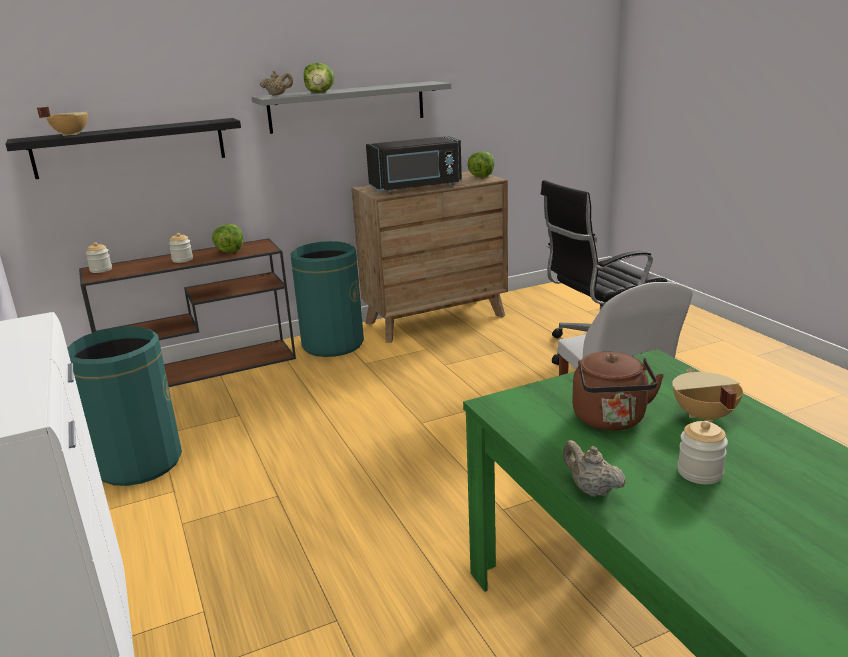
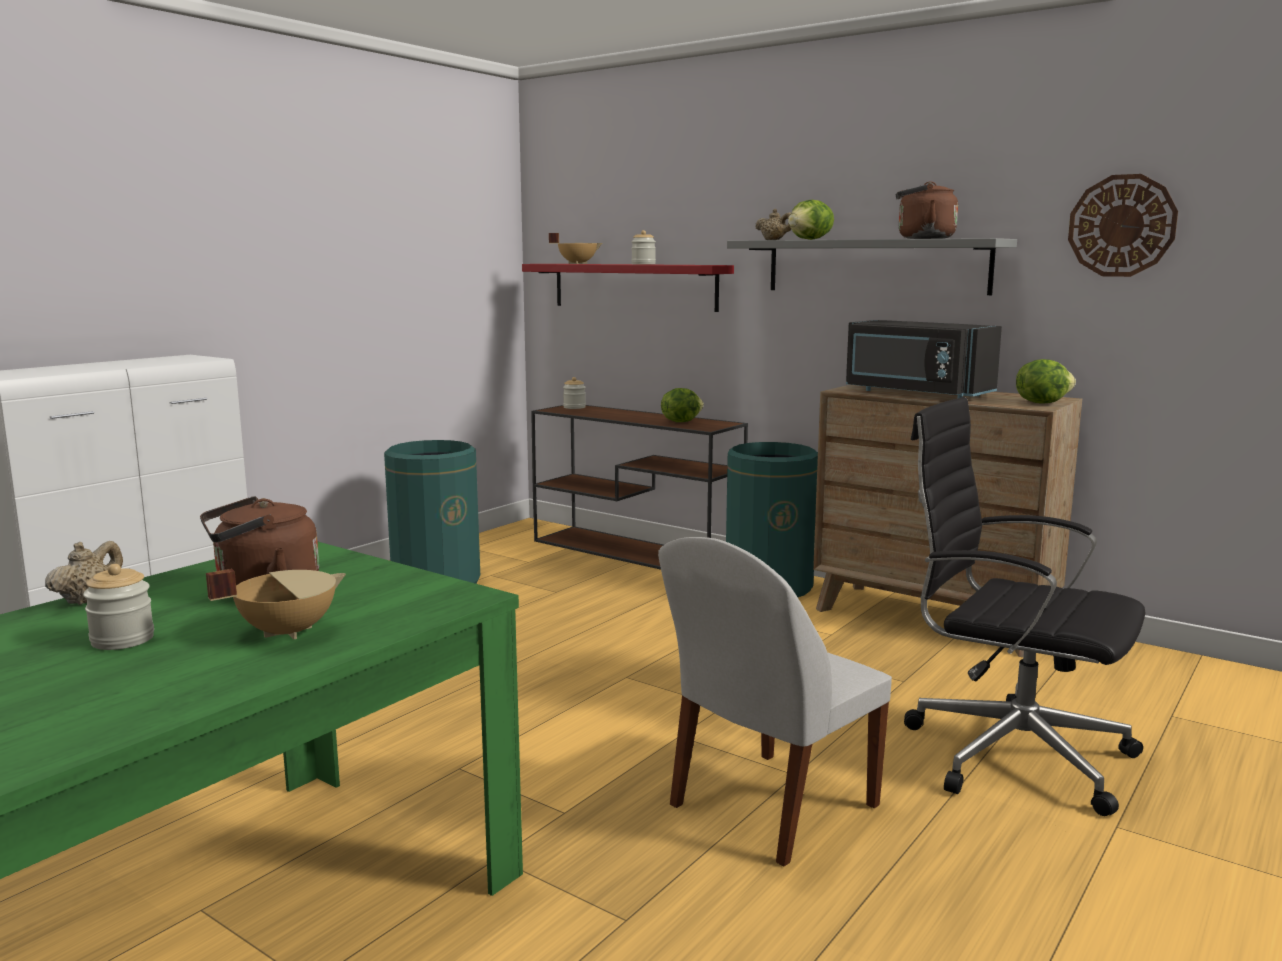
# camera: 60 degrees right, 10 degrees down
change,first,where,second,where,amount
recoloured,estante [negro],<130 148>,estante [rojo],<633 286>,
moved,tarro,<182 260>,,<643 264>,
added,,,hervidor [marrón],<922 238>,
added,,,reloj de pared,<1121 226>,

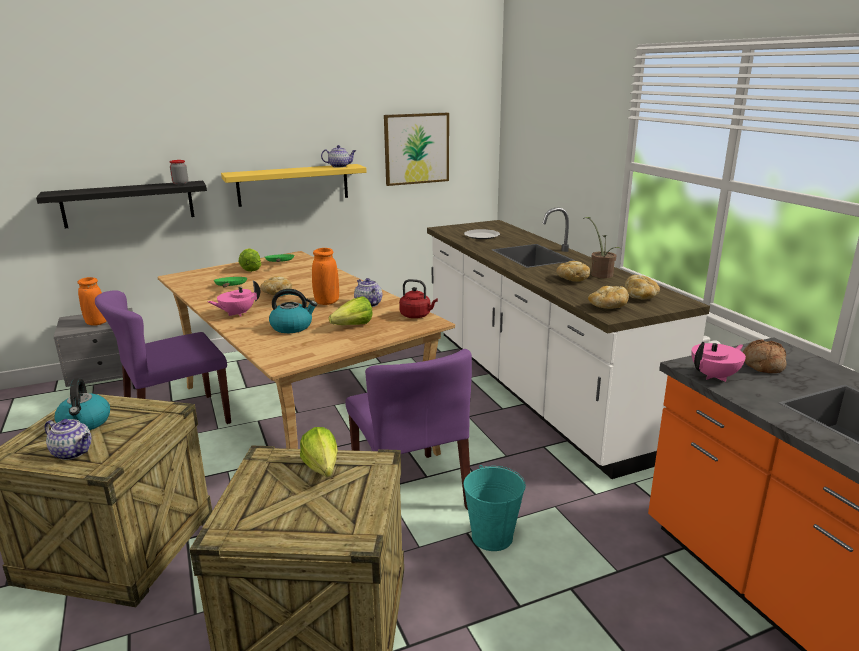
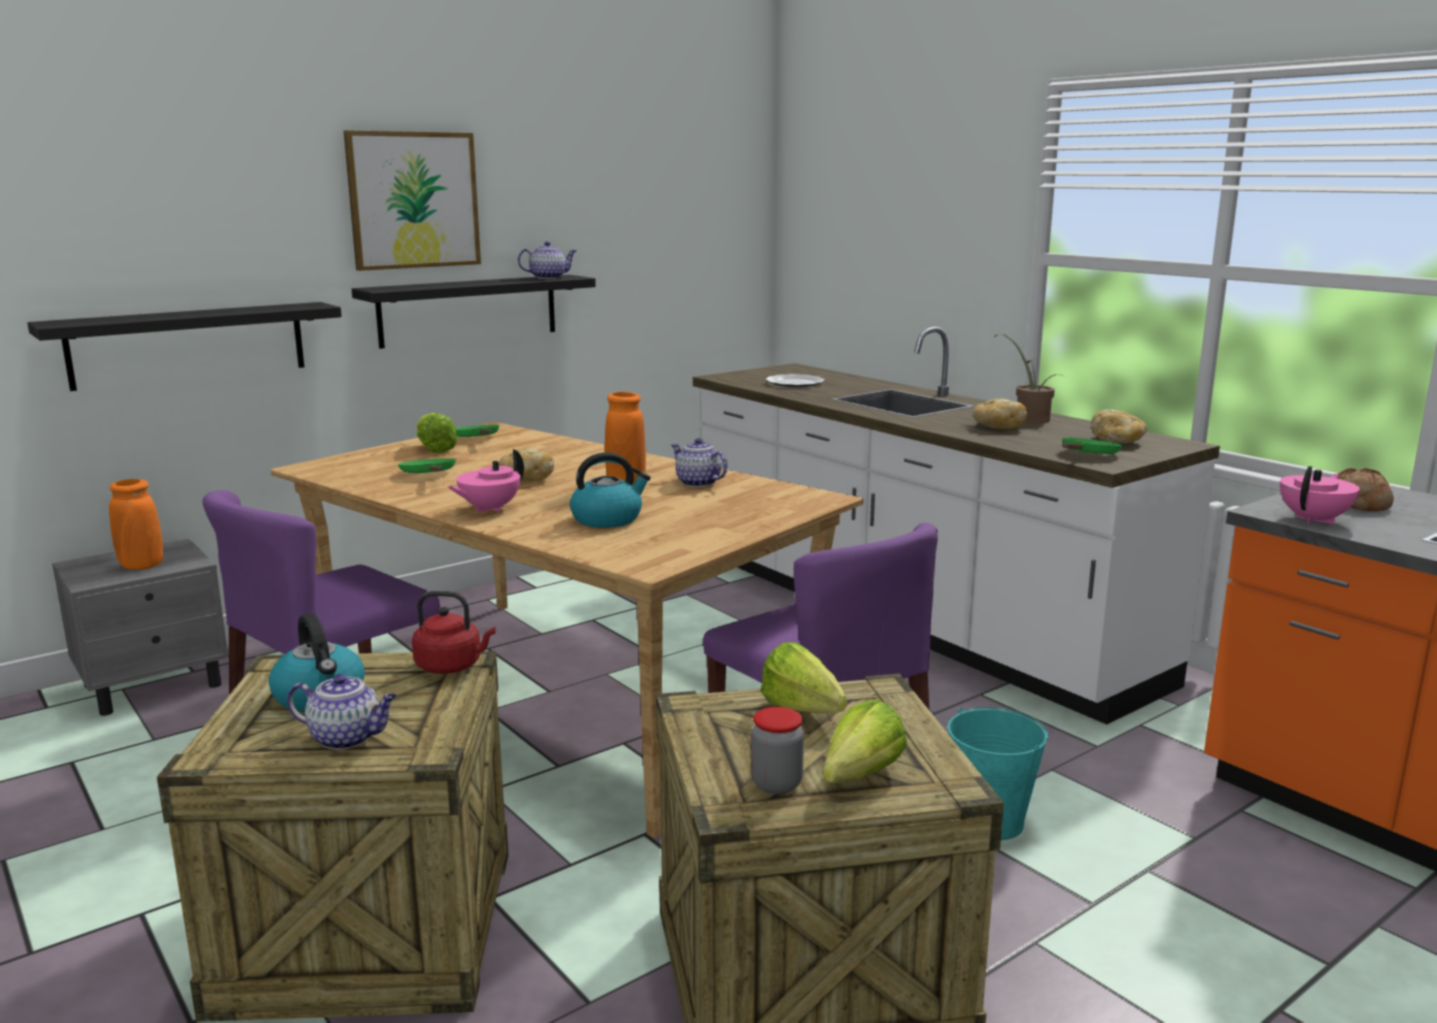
# camera: 15 degrees left, 5 degrees down
change,first,where,second,where,amount
moved,tarro,<180 183>,,<776 784>,
recoloured,estante [amarillo],<293 185>,estante [negro],<469 310>,
moved,lechuga,<349 327>,,<854 780>,
moved,cuadro,<416 148>,,<413 200>,
moved,hervidor [rojo],<417 315>,,<452 666>,
replaced,pan,<608 307>,sartén [verde],<1088 455>,

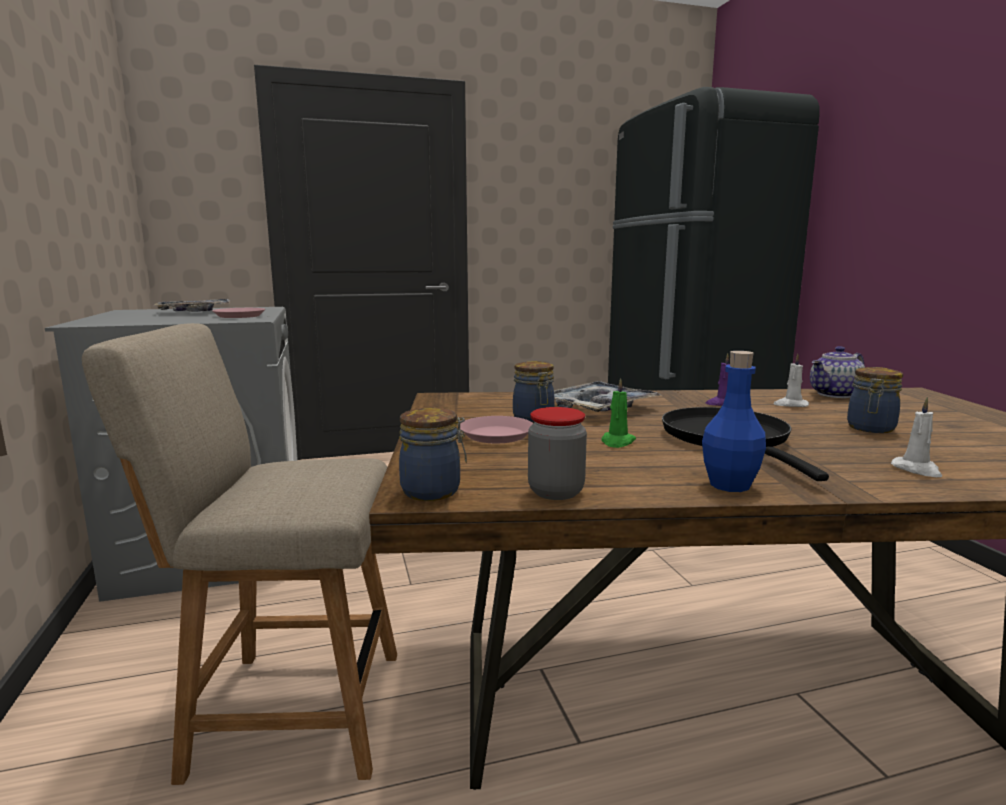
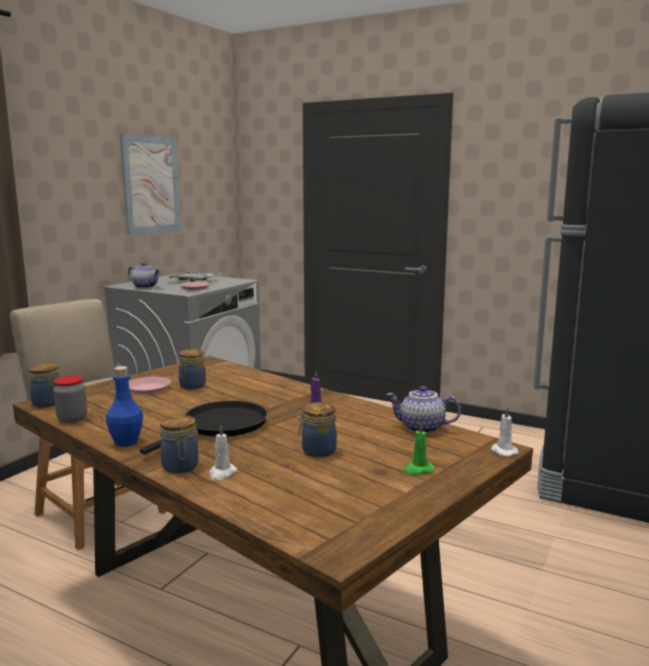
# camera: 45 degrees right, 0 degrees up
change,first,where,second,where,amount
removed,bandeja,<597 407>,,,
moved,vela [verde],<617 442>,,<418 470>,
moved,vela [blanco],<790 405>,,<503 451>,
added,,,cuadro,<151 185>,
added,,,tetera,<145 287>,
added,,,tarro,<180 467>,

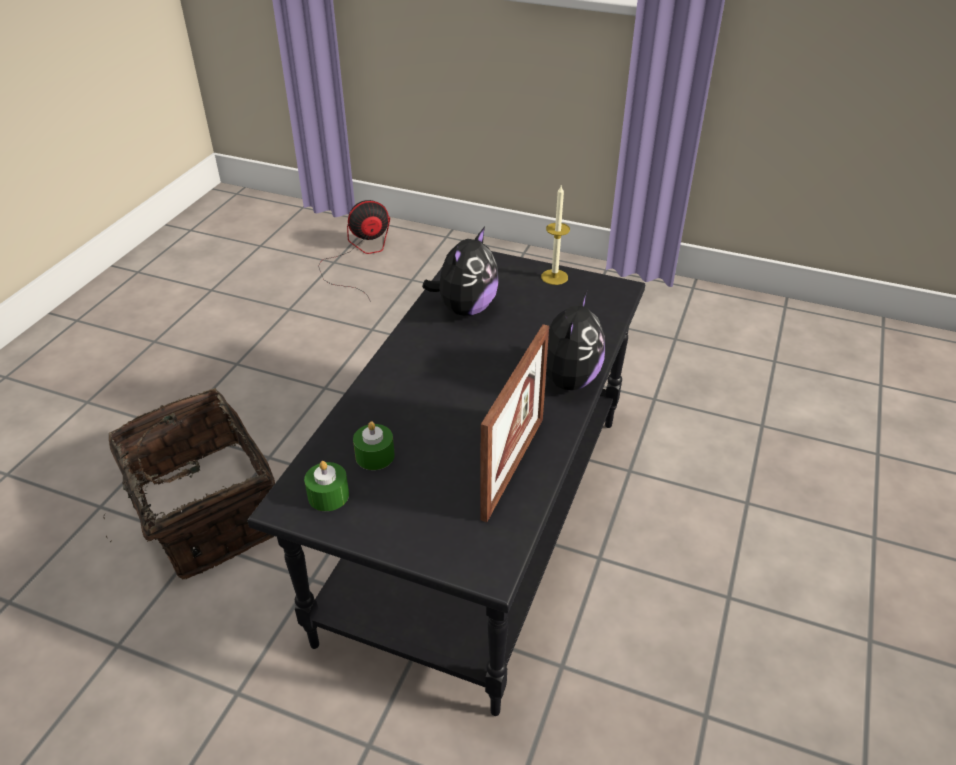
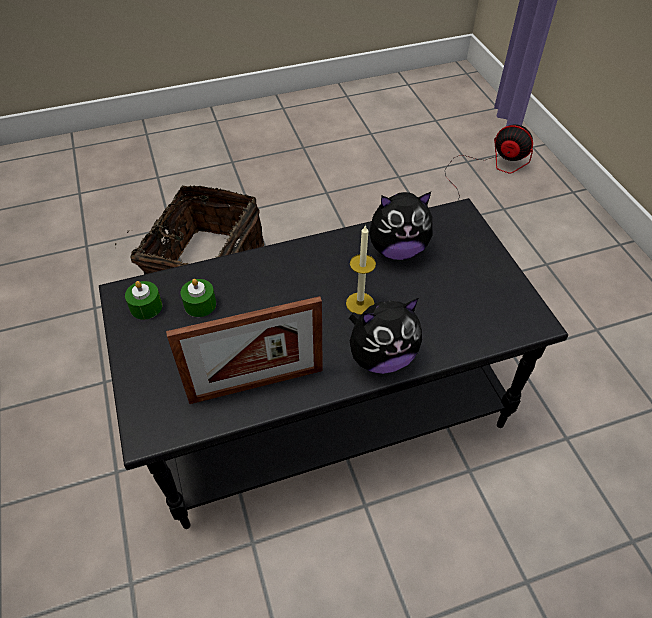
# camera: 50 degrees right, 10 degrees up
change,first,where,second,where,amount
moved,vela,<554 277>,,<360 303>,

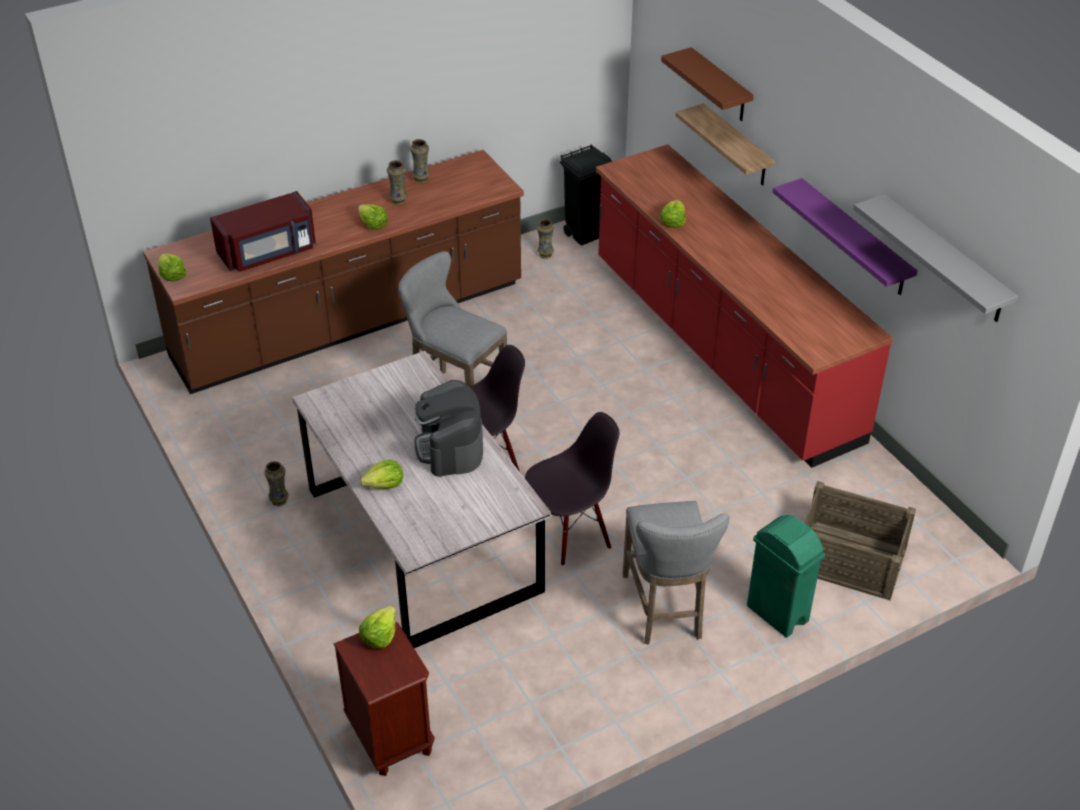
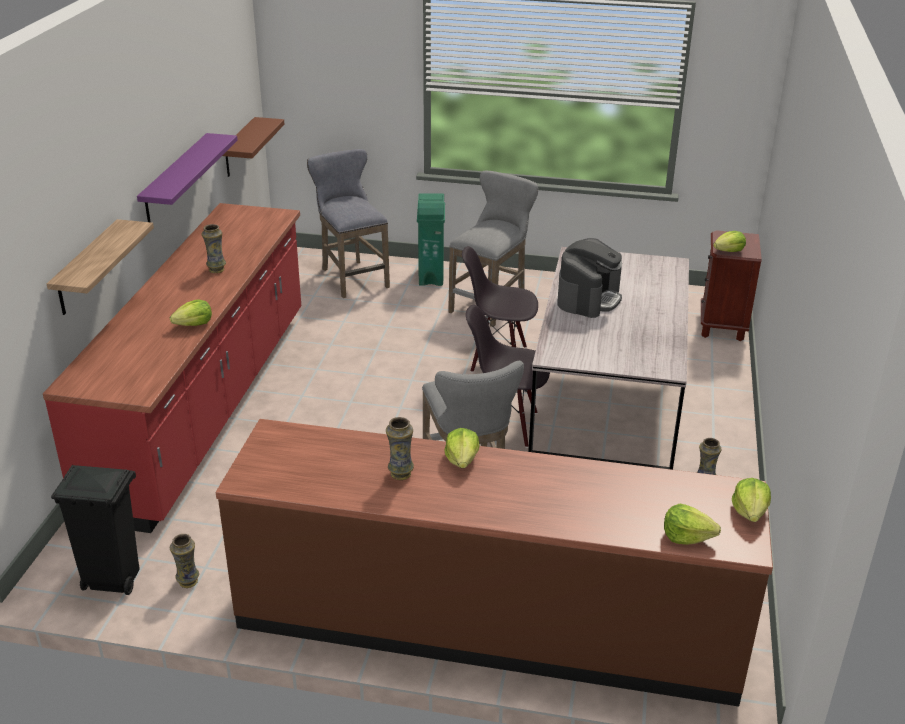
# camera: 140 degrees left, 10 degrees down
change,first,where,second,where,amount
removed,microondas [rojo],<268 253>,,,
moved,lechuga,<384 485>,,<687 536>,
moved,florero,<421 179>,,<216 269>,
moved,estante [marrón],<720 86>,,<239 148>,
replaced,caja de embalaje,<849 558>,taburete [gris],<351 277>,
removed,estante [gris],<944 259>,,,

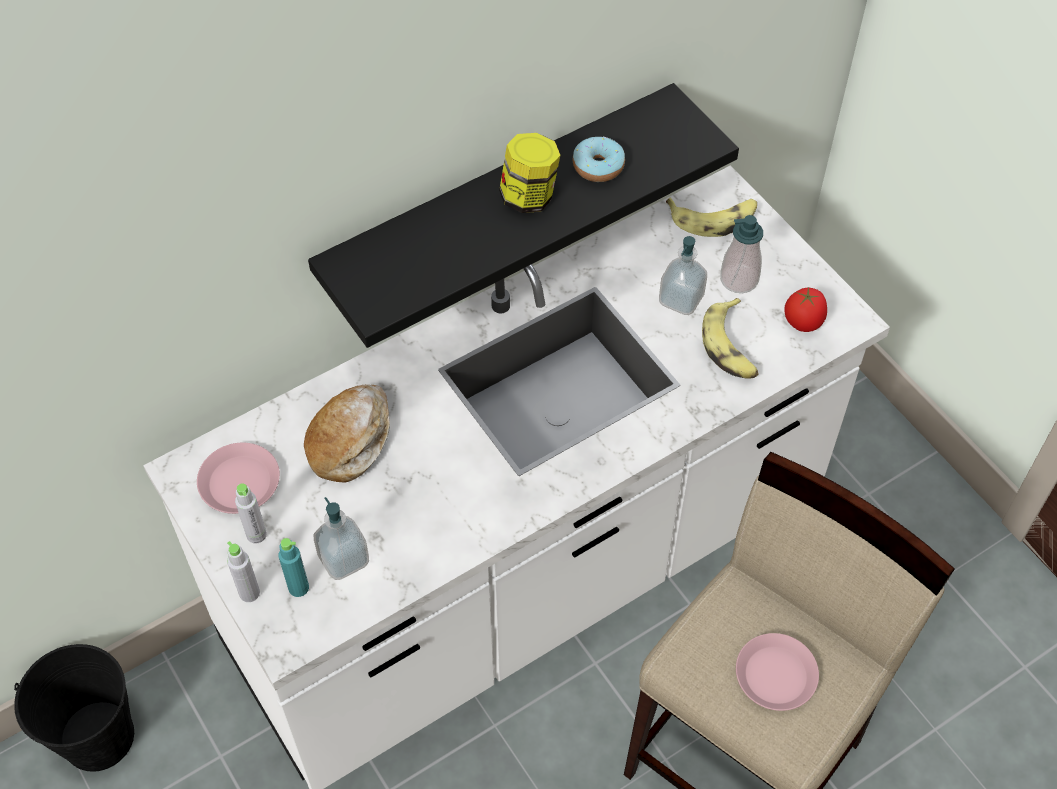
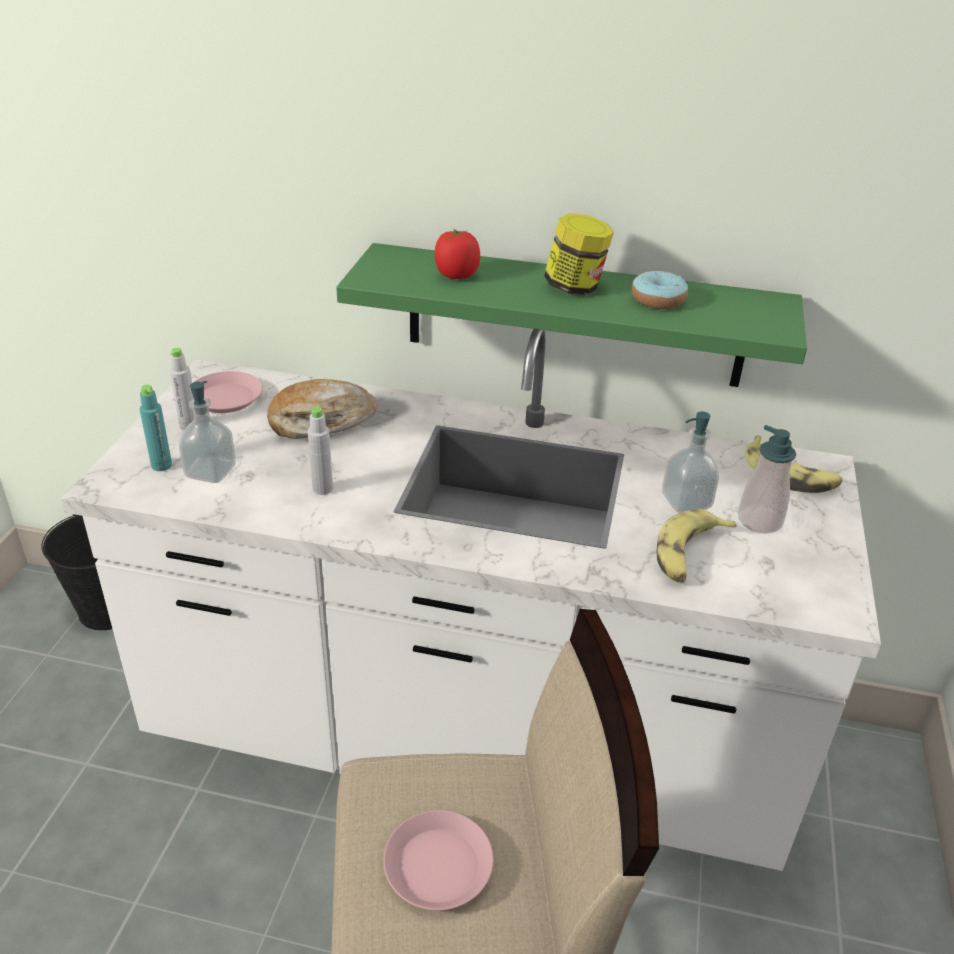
# camera: 45 degrees right, 20 degrees down
change,first,where,second,where,amount
moved,botella [gris],<249 593>,,<322 489>,
recoloured,estante [negro],<499 202>,estante [verde],<574 316>,
moved,tomate,<803 322>,,<457 275>,

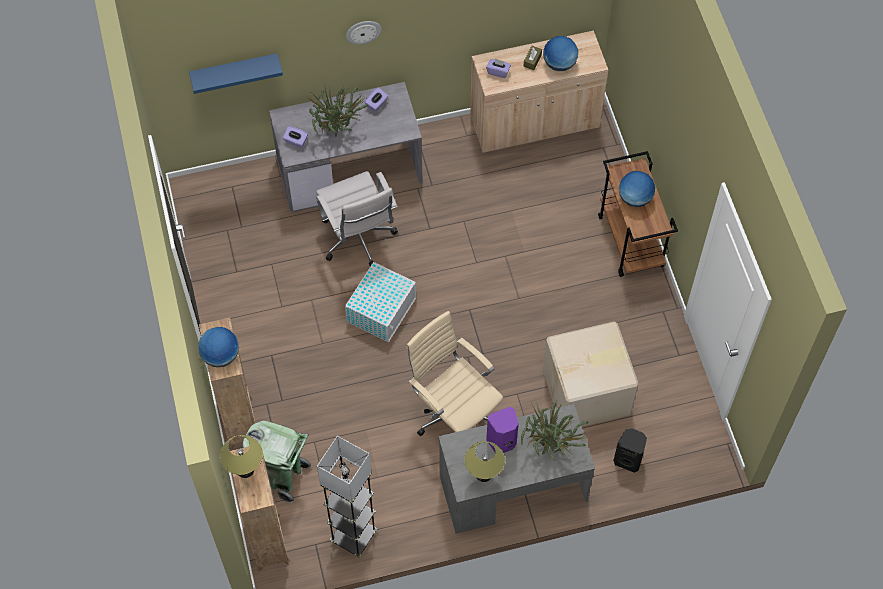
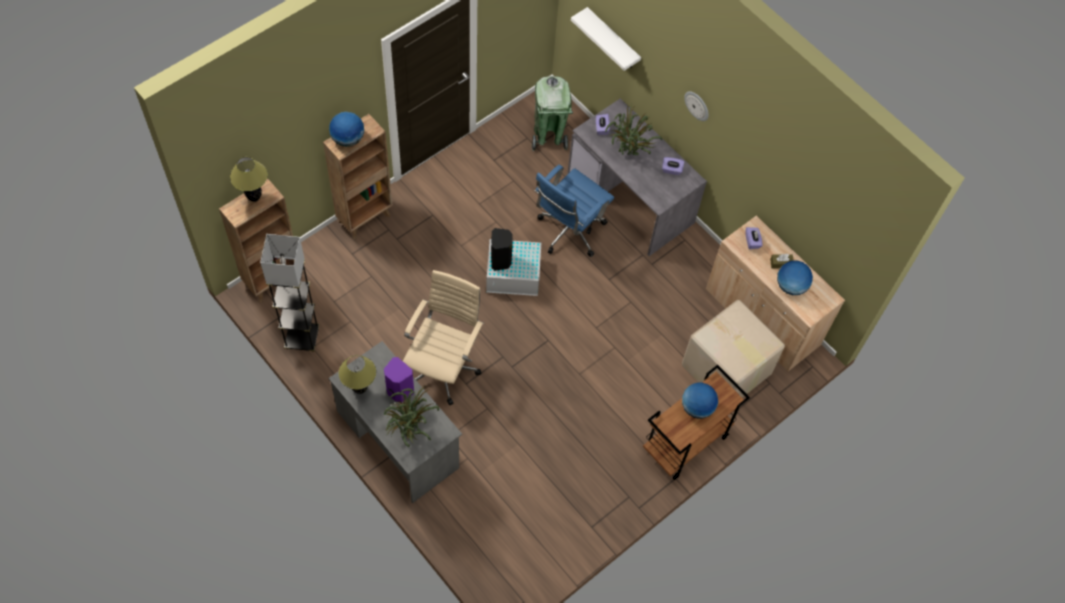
# camera: 60 degrees right, 0 degrees up
change,first,where,second,where,amount
recoloured,estante [azul],<234 70>,estante [blanco],<612 40>,
moved,papelera [verde],<281 476>,,<549 136>,
recoloured,silla de oficina [blanco],<359 240>,silla de oficina [azul],<568 232>,
moved,caja de cartón,<587 392>,,<726 370>,
moved,altavoz [negro],<628 459>,,<501 260>,

